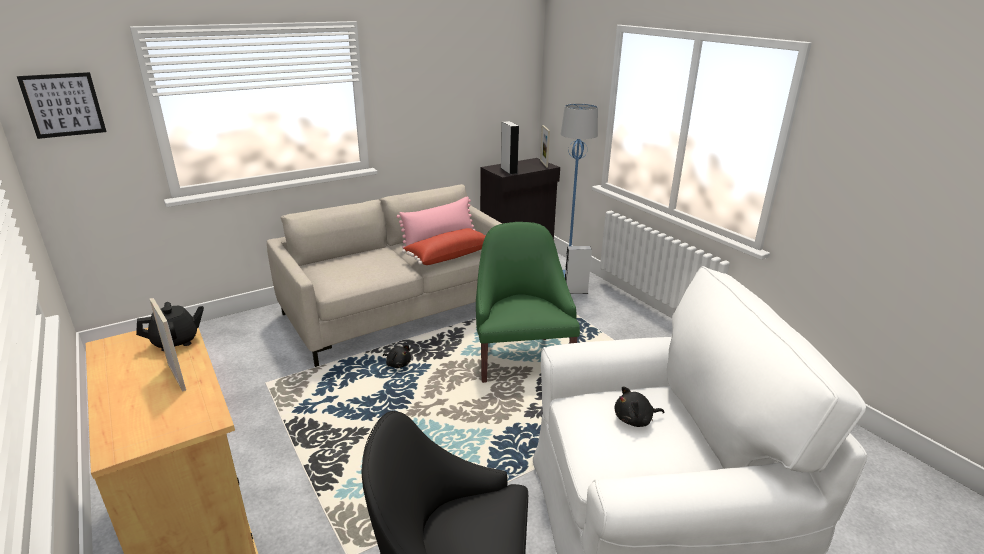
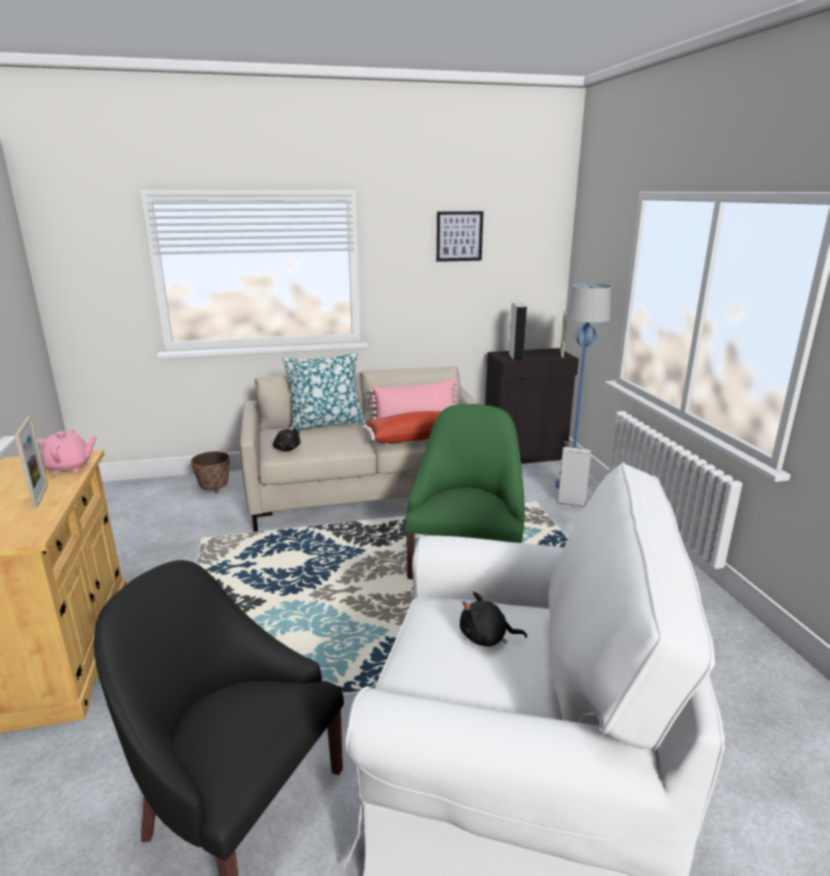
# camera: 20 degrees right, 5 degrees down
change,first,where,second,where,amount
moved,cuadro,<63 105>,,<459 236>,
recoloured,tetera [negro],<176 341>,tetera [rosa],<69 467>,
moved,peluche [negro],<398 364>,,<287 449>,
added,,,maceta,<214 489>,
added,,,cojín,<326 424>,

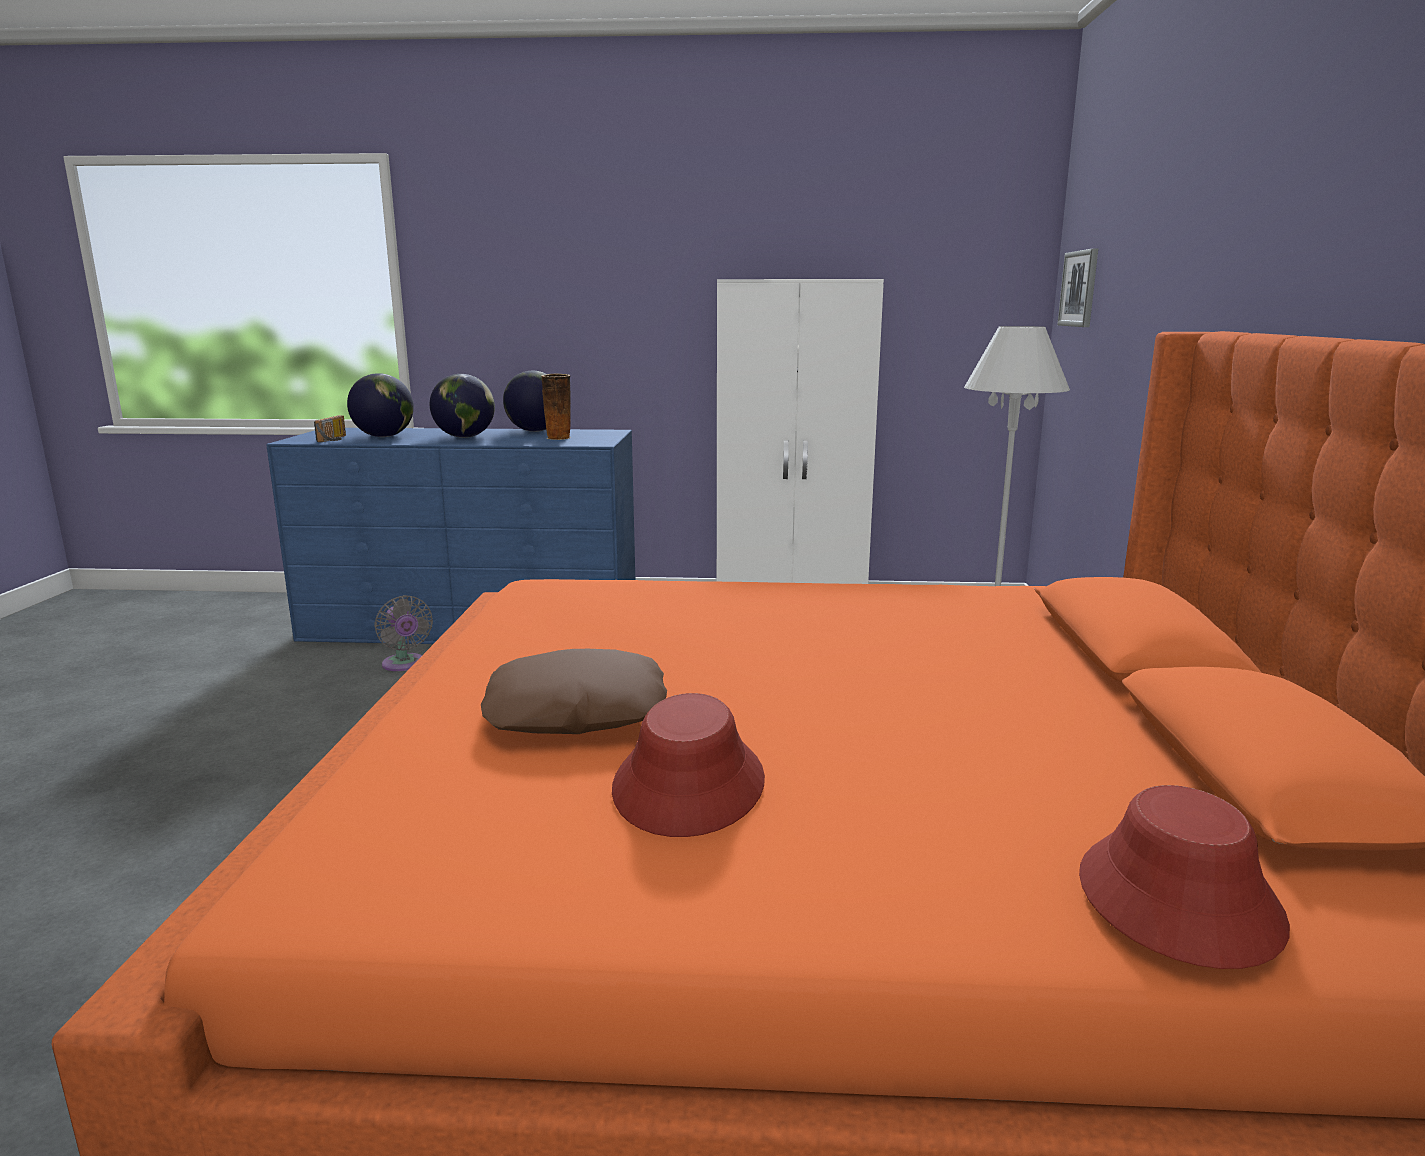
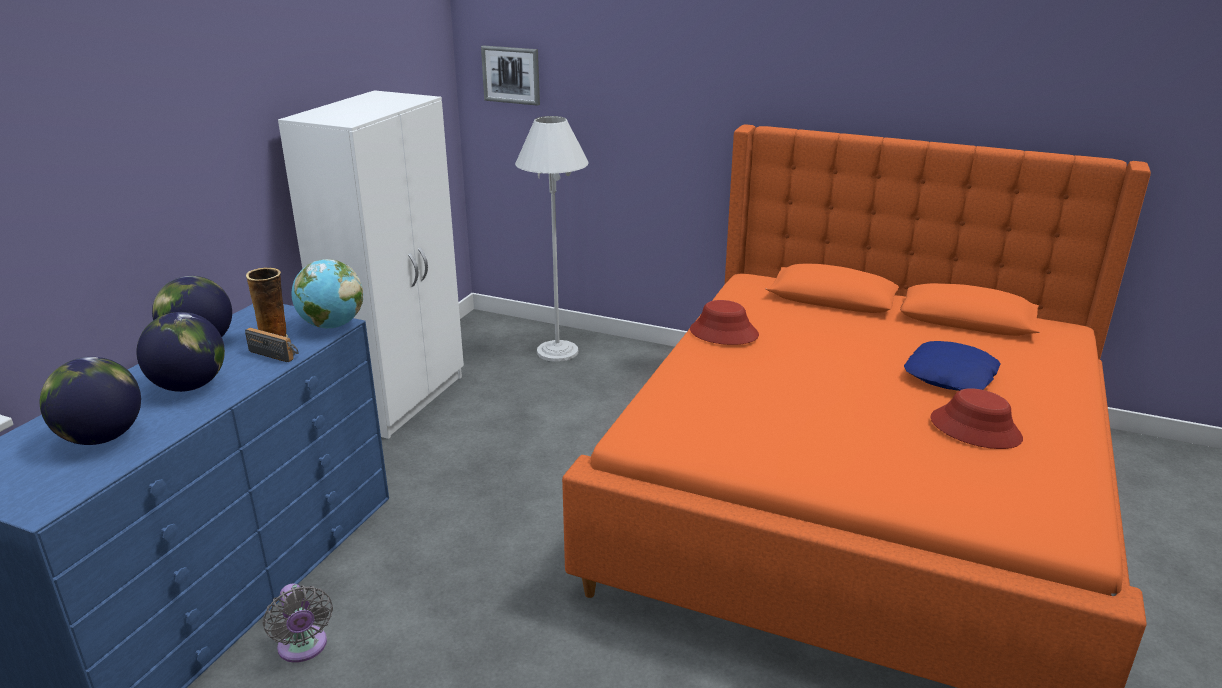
# camera: 70 degrees left, 10 degrees up
change,first,where,second,where,amount
moved,radio,<335 439>,,<276 353>,
turned,ventilador [gris],<404 665>,,<303 648>,75 degrees clockwise
removed,cojín [marrón],<576 711>,,,
moved,sombrero [rojo],<1176 898>,,<723 333>,
added,,,globo terráqueo,<332 325>,
added,,,cojín [azul],<951 376>,

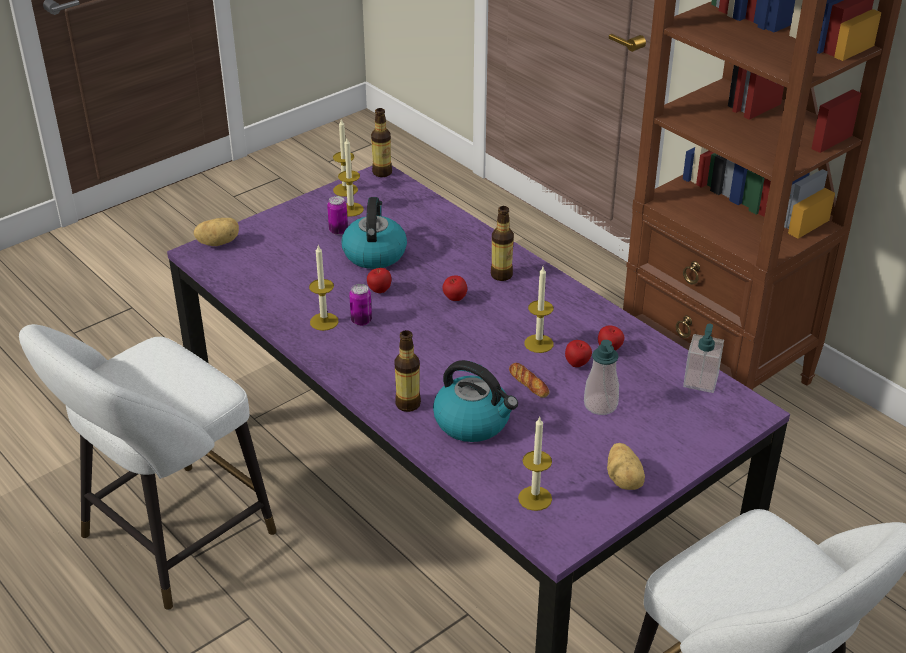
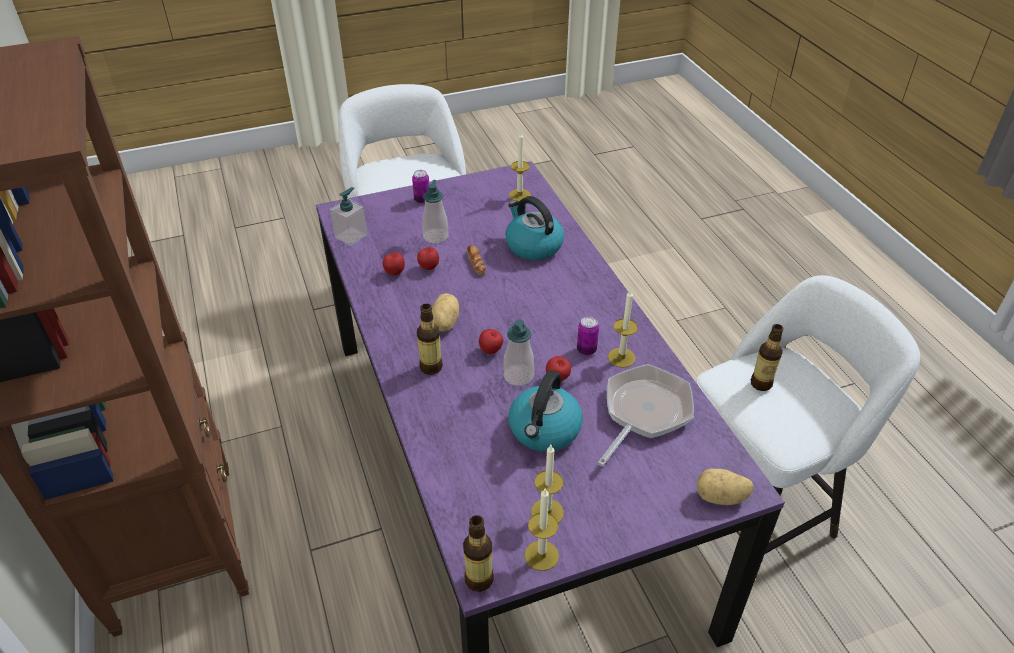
# camera: 160 degrees left, 5 degrees up
change,first,where,second,where,amount
moved,lata,<338 231>,,<422 200>,
moved,botella,<408 404>,,<761 384>,
removed,vela,<538 343>,,,
moved,patata,<624 479>,,<444 323>,
added,,,dispensador de jabón,<518 376>,
added,,,sartén,<643 412>,

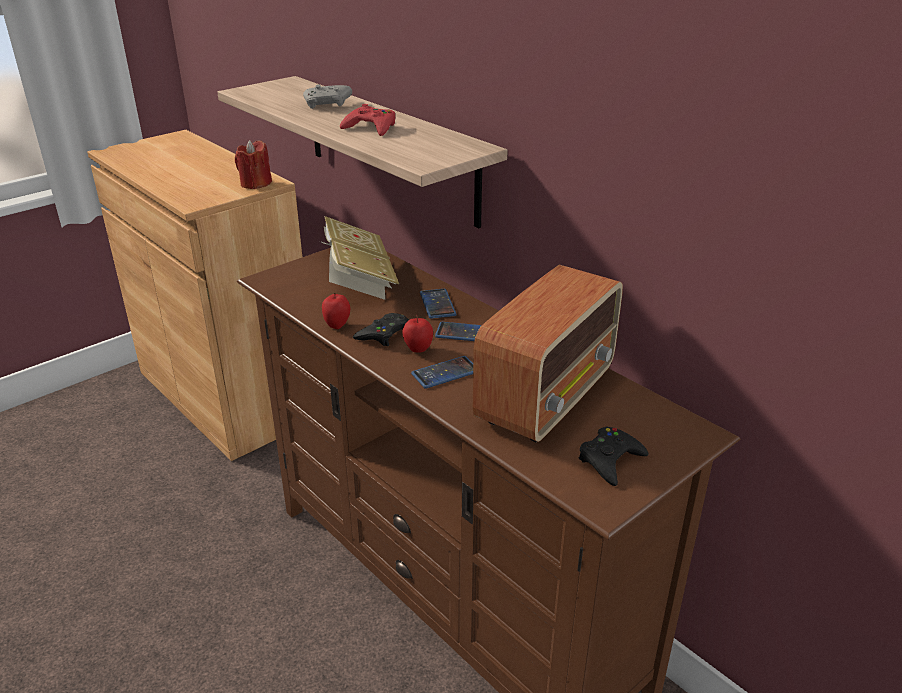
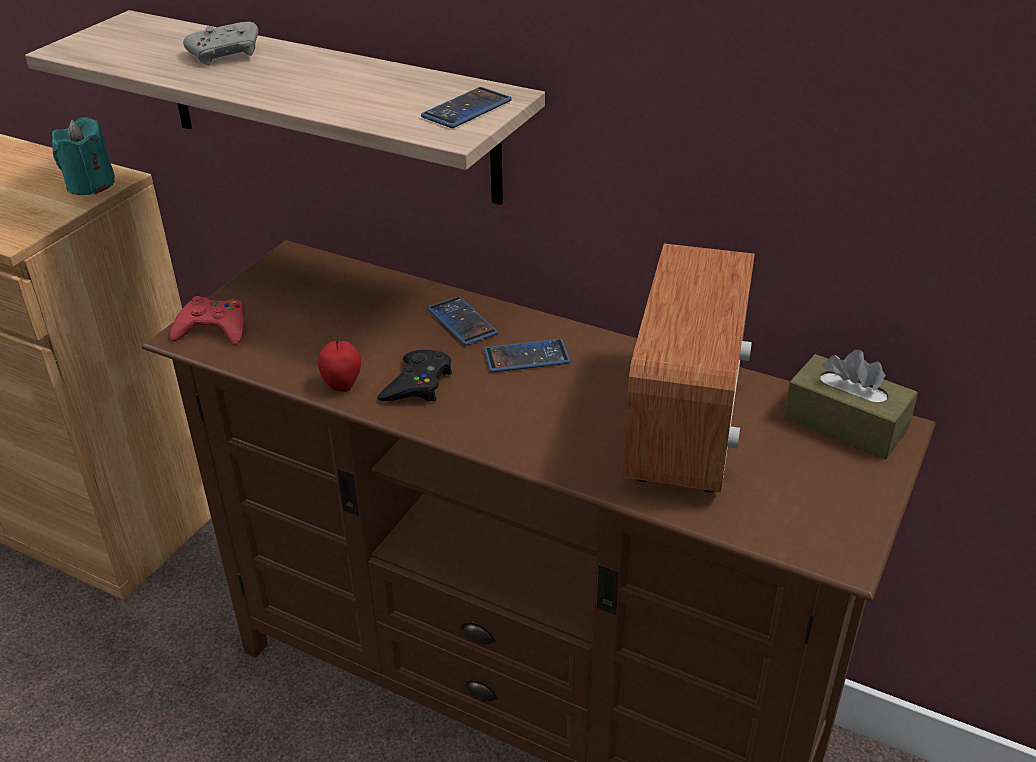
# camera: 20 degrees left, 5 degrees up
change,first,where,second,where,amount
recoloured,vela [rojo],<255 184>,vela [turquesa],<90 185>,
removed,libro,<358 280>,,,
moved,mando de consola [rojo],<371 127>,,<213 329>,
removed,manzana,<418 350>,,,
moved,móvil,<445 373>,,<466 109>,
removed,mando de consola [negro],<610 460>,,,
added,,,caja de pañuelos [marrón],<845 424>,

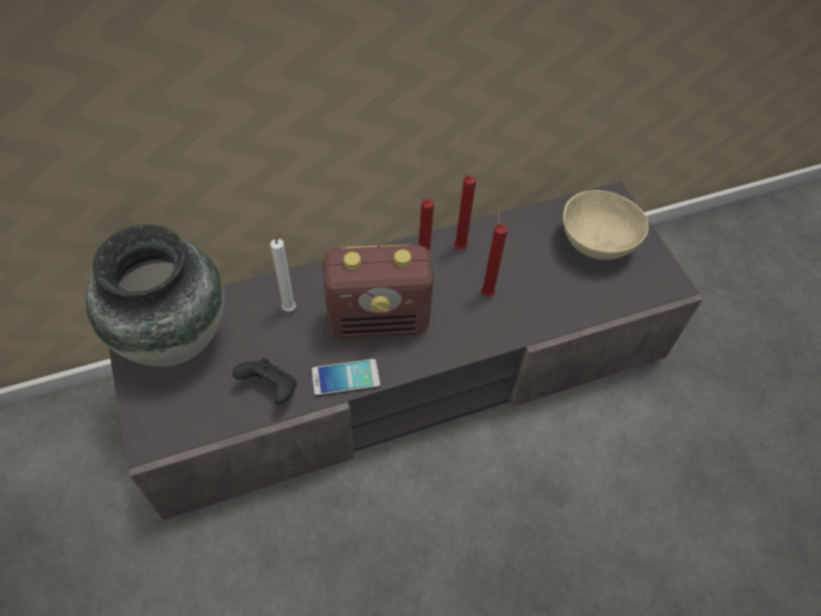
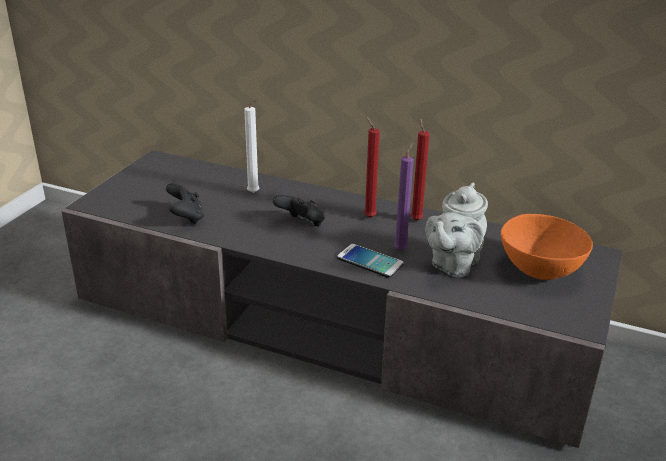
# camera: 45 degrees right, 25 degrees down
change,first,where,second,where,amount
removed,florero,<175 337>,,,
moved,móvil,<345 378>,,<370 261>,
replaced,radio,<379 320>,mando de consola [negro],<301 224>,
recoloured,vela [rojo],<486 292>,vela [morado],<401 249>,
recoloured,cuenco [beis],<597 245>,cuenco [naranja],<540 271>,
added,,,tetera [gris],<453 264>,

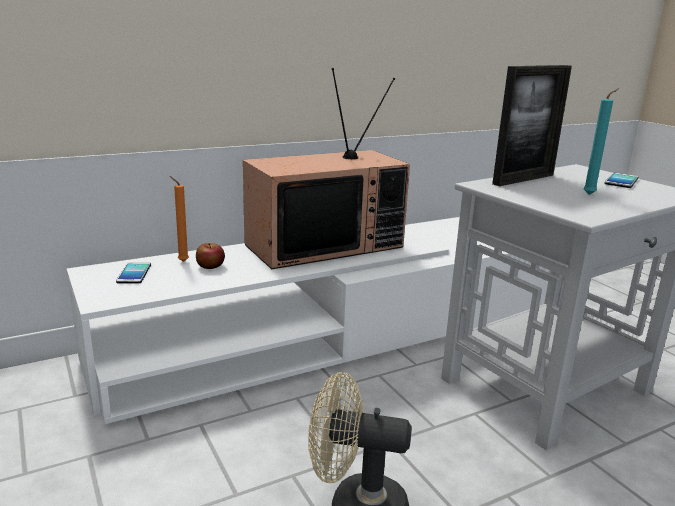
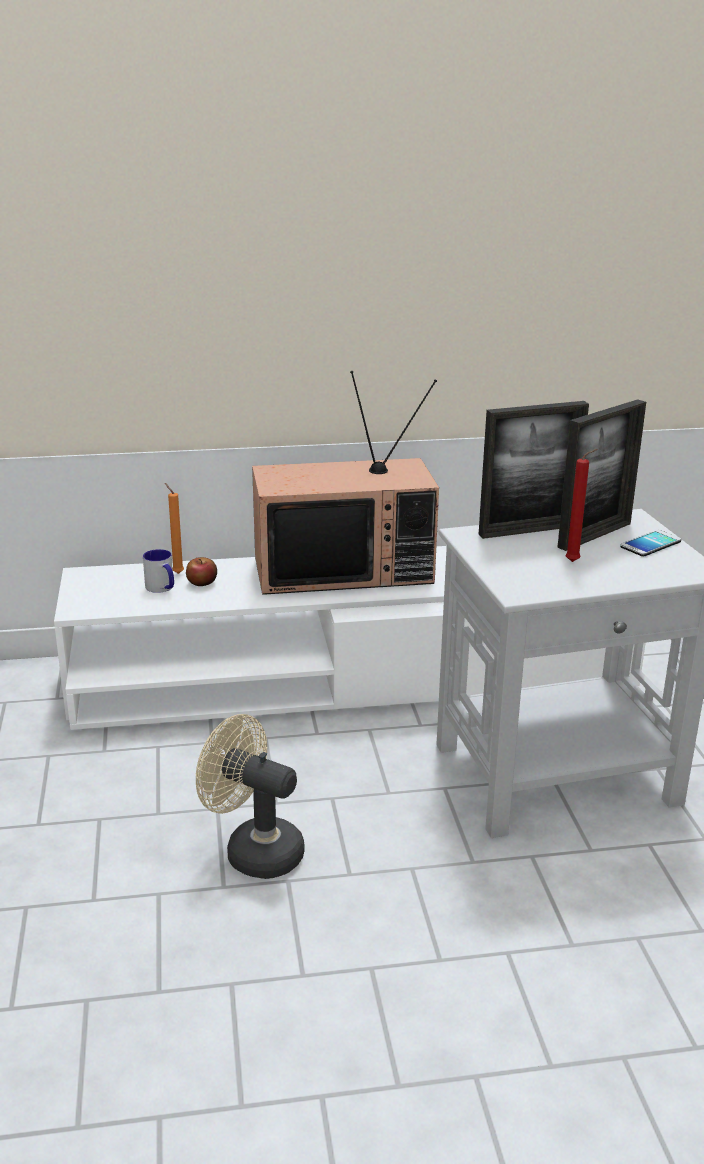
# camera: 20 degrees right, 5 degrees up
change,first,where,second,where,amount
removed,móvil,<134 273>,,,
recoloured,vela [turquesa],<590 194>,vela [rojo],<574 562>,
added,,,taza grande,<162 588>,
added,,,portarretratos,<594 535>,

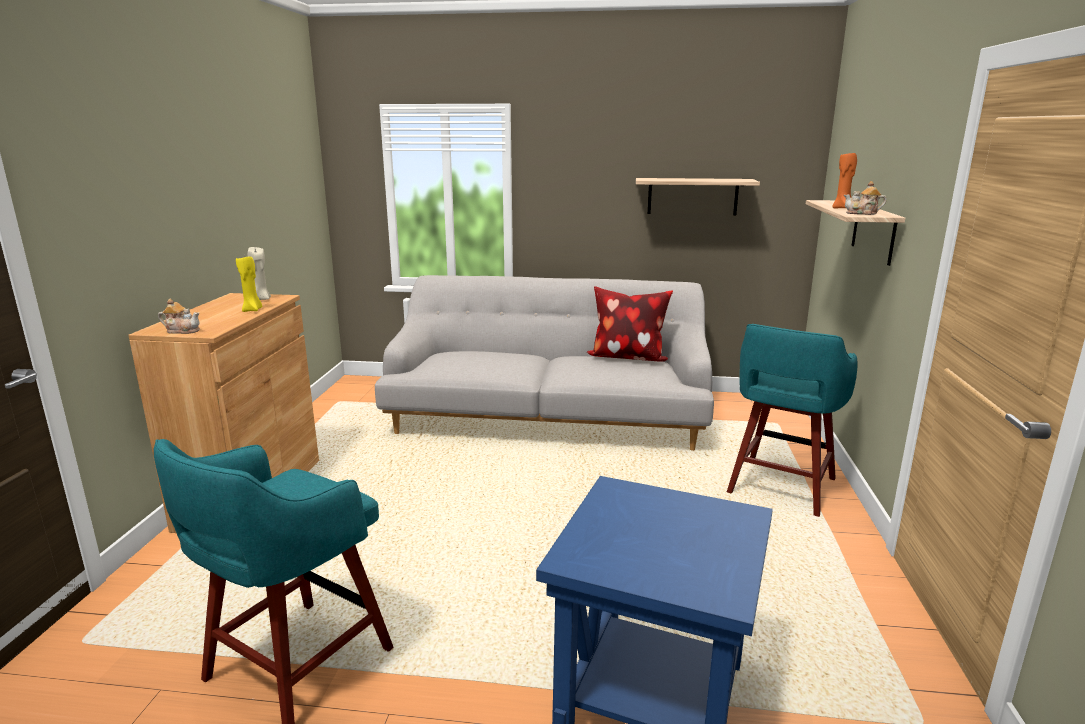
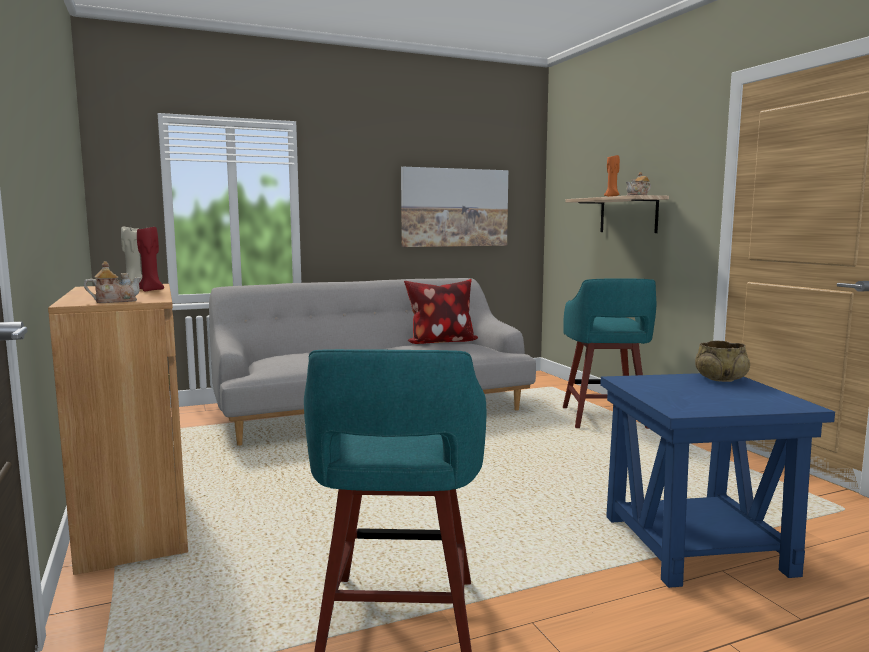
# camera: 30 degrees left, 10 degrees down
change,first,where,second,where,amount
recoloured,vela [amarillo],<252 310>,vela [rojo],<151 290>,
replaced,estante,<692 196>,cuadro,<454 207>,
added,,,cuenco [beis],<720 379>,

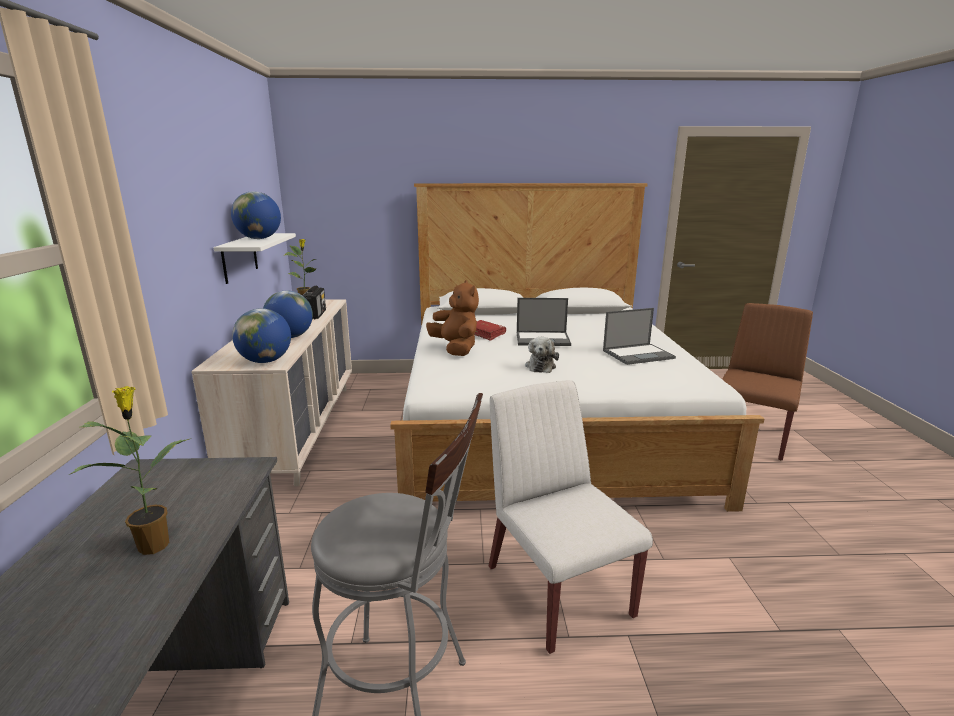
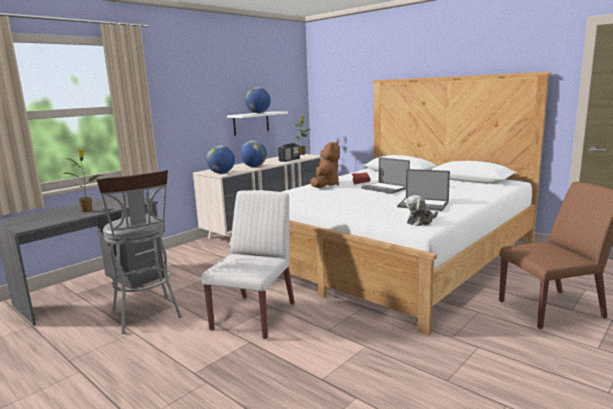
# camera: 45 degrees right, 5 degrees down
change,first,where,second,where,amount
moved,peluche,<541 366>,,<421 221>,

